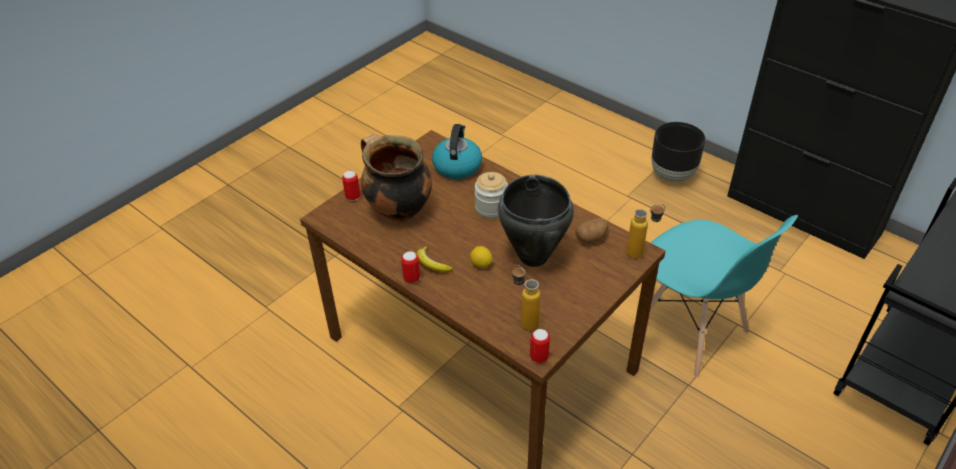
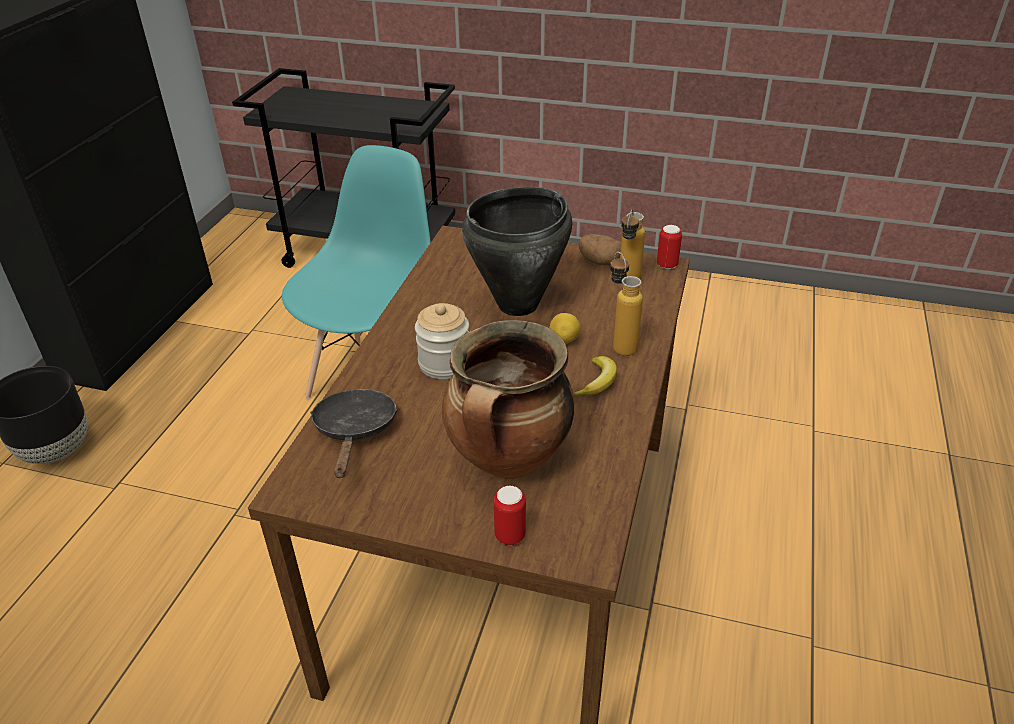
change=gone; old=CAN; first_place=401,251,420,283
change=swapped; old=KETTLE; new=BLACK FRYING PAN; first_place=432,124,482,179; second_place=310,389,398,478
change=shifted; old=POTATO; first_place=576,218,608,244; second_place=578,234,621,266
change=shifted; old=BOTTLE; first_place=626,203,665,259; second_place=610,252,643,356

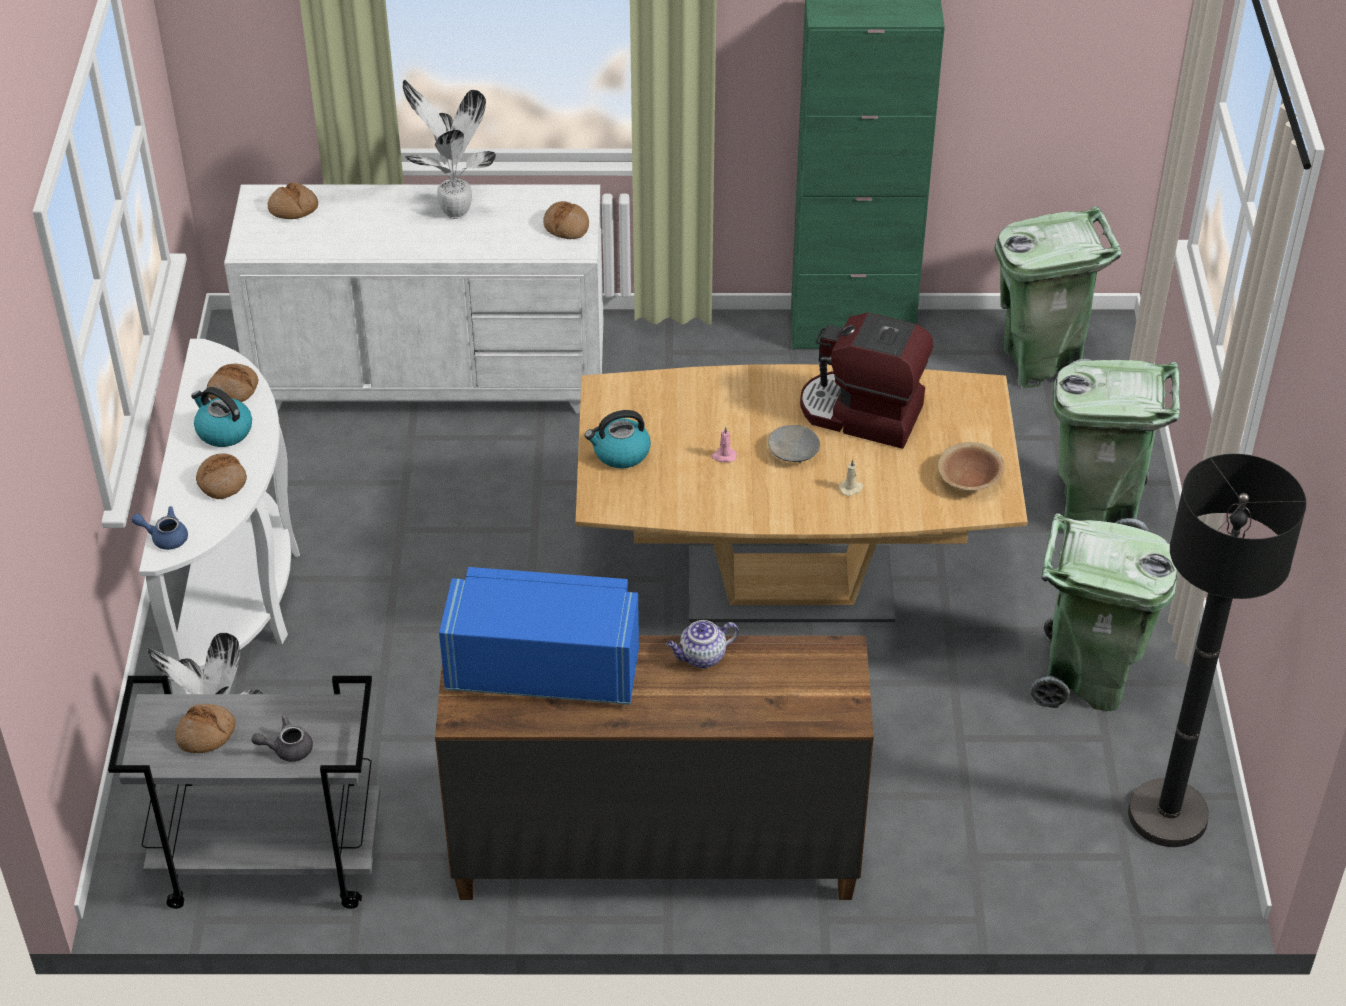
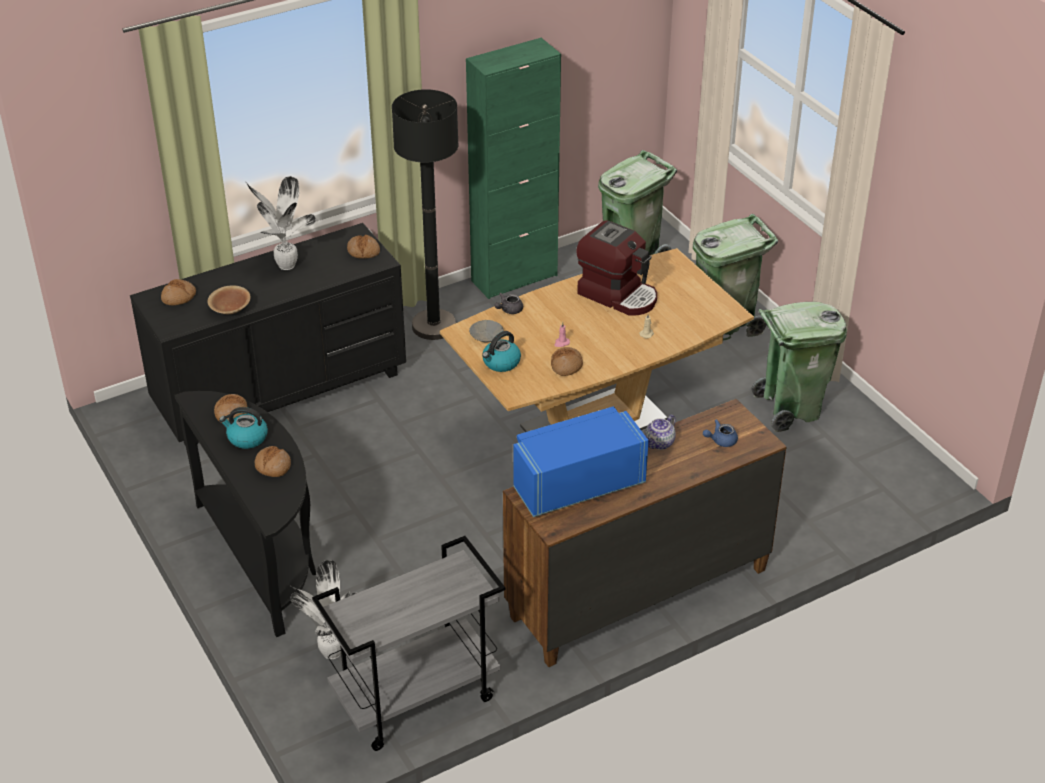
change=shifted; old=BLUE TEAPOT; first_place=131,506,188,550; second_place=703,419,738,447
change=repainted; old=WHITE CONSOLE TABLE; new=BLACK CONSOLE TABLE; first_place=139,339,300,694; second_place=174,391,317,637
change=shifted; old=BREAD; first_place=175,704,236,753; second_place=551,347,583,376
change=repainted; old=WHITE DRESSER; new=BLACK DRESSER; first_place=224,184,604,413; second_place=130,223,406,446
change=shifted; old=GREY TEAPOT; first_place=251,715,313,762; second_place=494,293,523,314
change=shifted; old=GREY BOWL; first_place=768,425,820,463; second_place=469,320,504,342
change=rotated; old=COFFEE MACHINE; first_place=800,312,933,449; second_place=576,221,657,316; degrees=-135
change=shifted; old=BROWN BOWL; first_place=937,442,1005,491; second_place=207,285,251,314
change=shifted; old=BLACK FLOOR LAMP; first_place=1128,454,1306,847; second_place=392,89,459,340

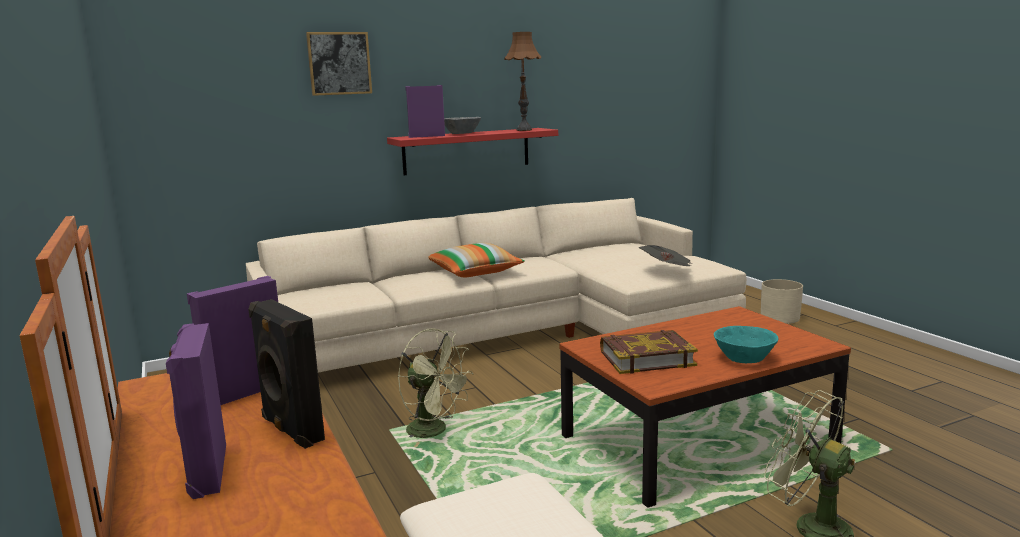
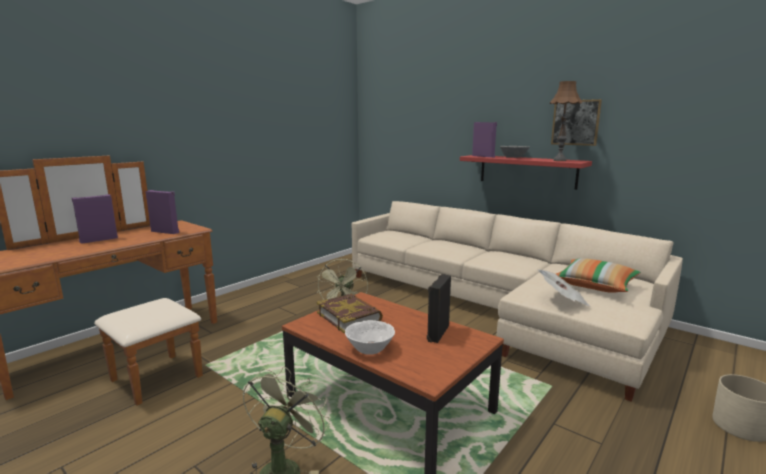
change=shifted; old=BLACK SPEAKER; first_place=248,299,325,449; second_place=427,274,451,343
change=shifted; old=PICTURE; first_place=306,32,372,96; second_place=551,99,602,146
change=shifted; old=PILLOW; first_place=428,243,525,278; second_place=556,258,641,293
change=repainted; old=TURQUOISE BOWL; new=WHITE BOWL; first_place=714,326,778,363; second_place=345,320,395,355

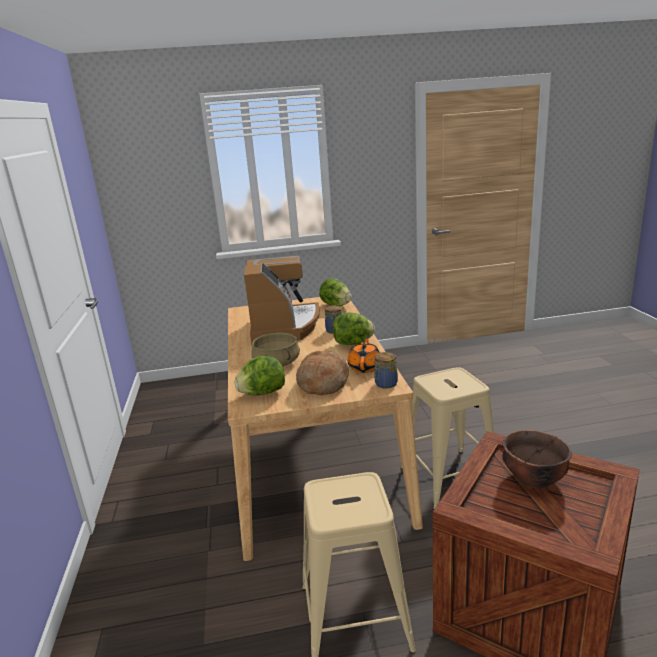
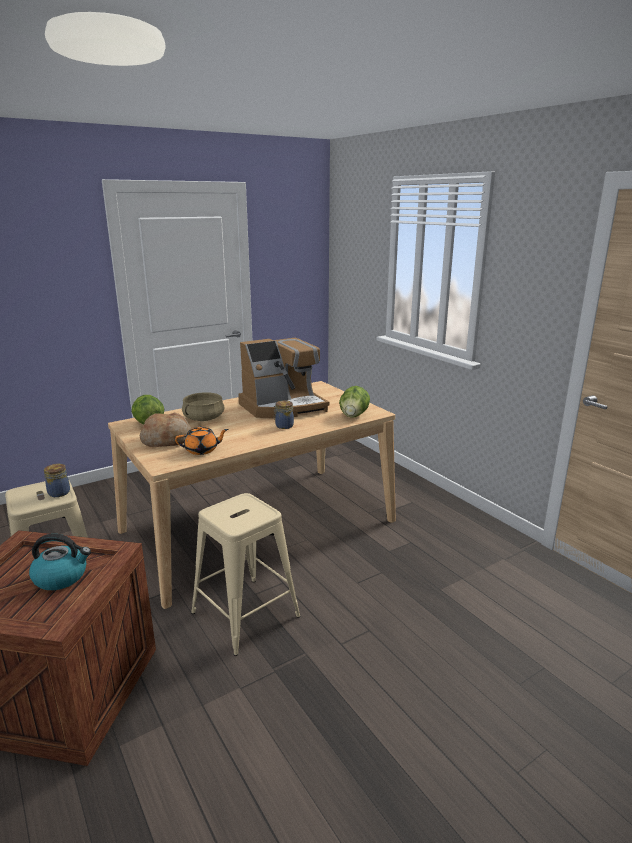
change=gone; old=LETTUCE; first_place=333,312,375,345
change=shifted; old=JAR; first_place=374,352,398,389; second_place=44,464,70,497
change=swapped; old=BROWN BOWL; new=KETTLE; first_place=502,430,572,489; second_place=29,534,91,590

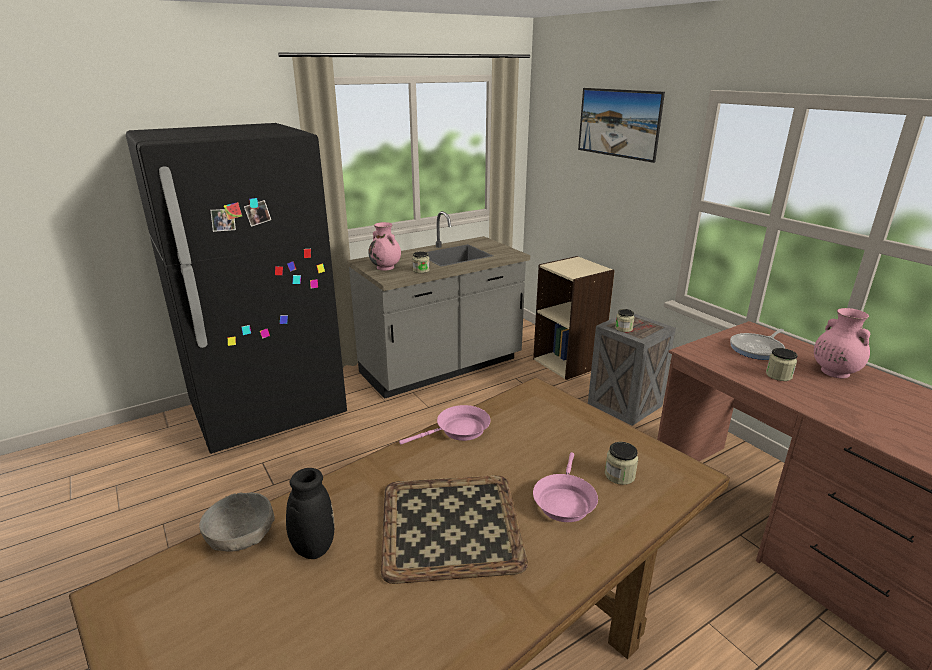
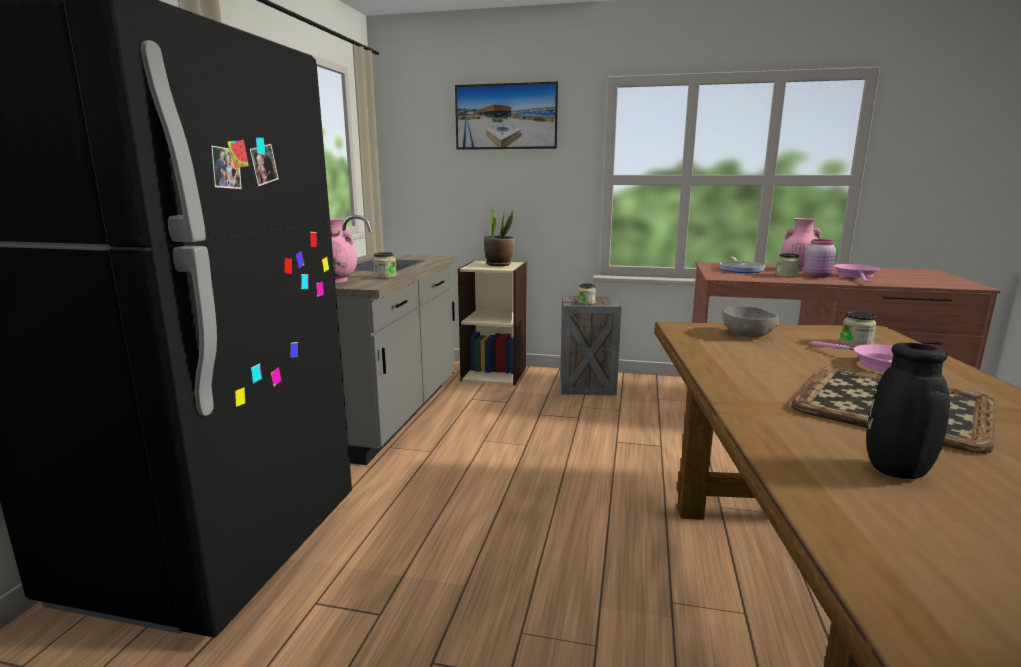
change=shifted; old=GREY BOWL; first_place=199,492,275,552; second_place=722,306,778,337
change=shifted; old=PINK FRYING PAN; first_place=399,405,491,445; second_place=834,264,880,283
change=new; new=POTTED PLANT; second_place=484,207,515,266
change=new; new=PINK JAR; second_place=803,239,836,278

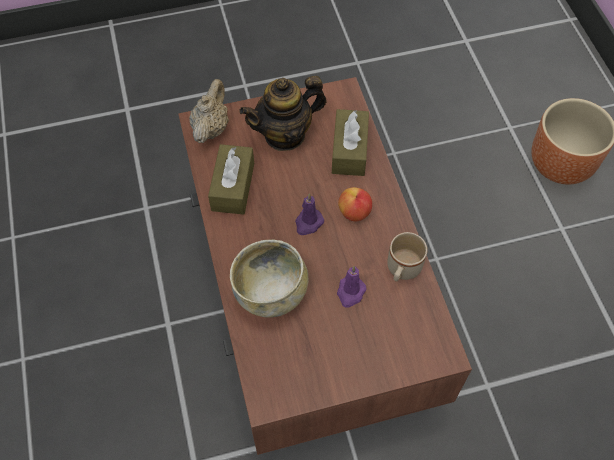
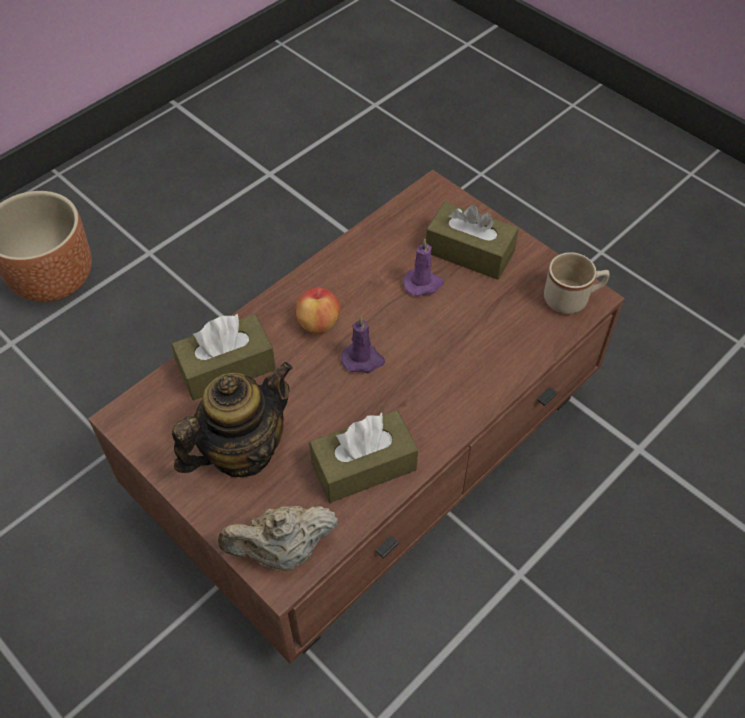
change=gone; old=BEIGE BOWL; first_place=230,240,308,318
change=rotated; old=TEAPOT; first_place=239,76,327,151; second_place=172,362,293,477; degrees=-75
change=shifted; old=BEIGE MUG; first_place=387,232,428,281; second_place=544,252,610,314
change=new; new=BROWN TISSUE BOX; second_place=426,202,519,280

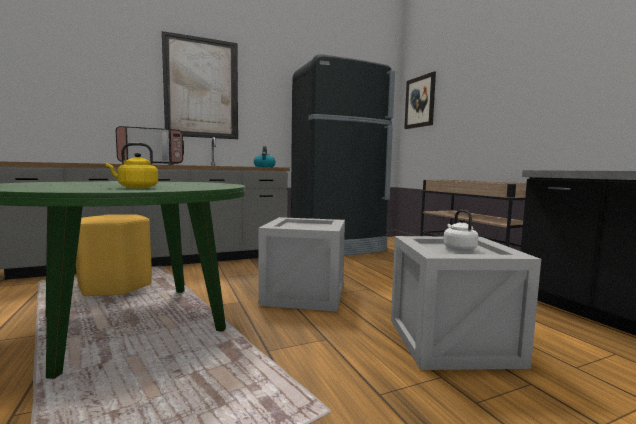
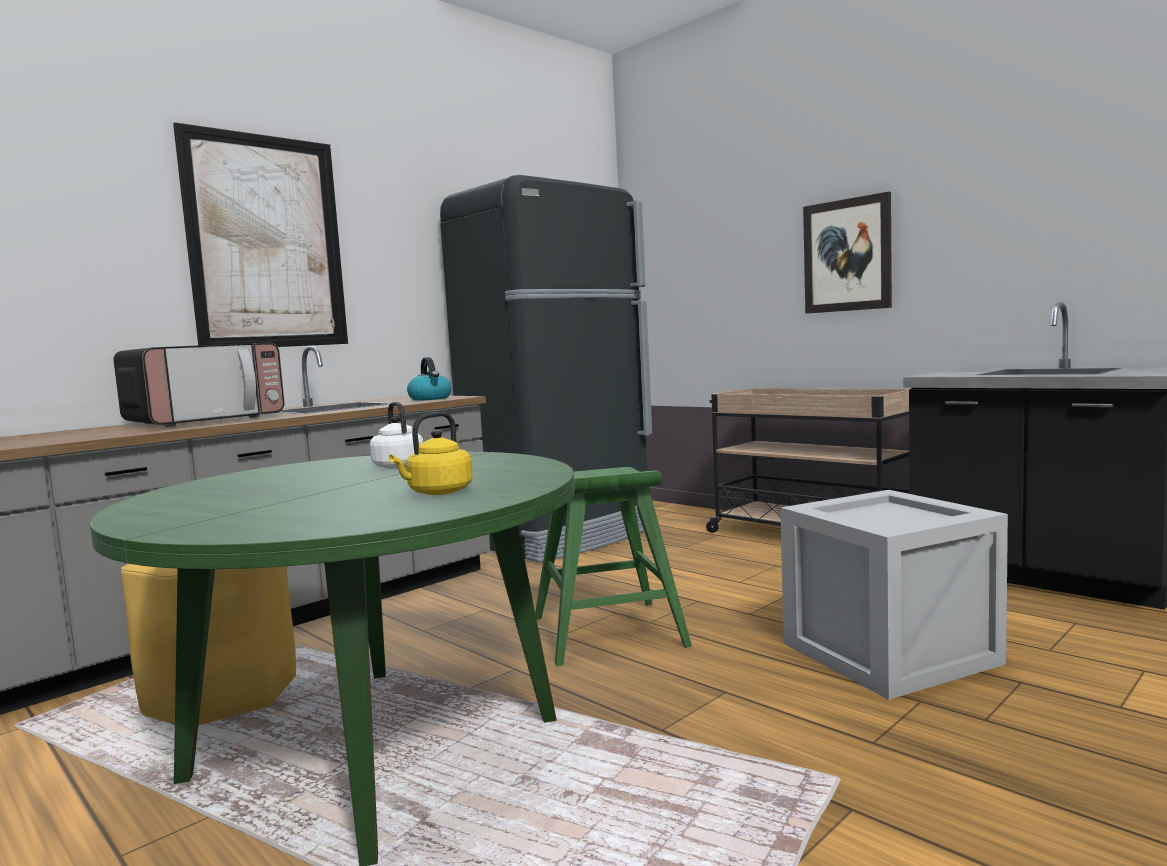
change=swapped; old=CRATE; new=GREEN STOOL; first_place=258,217,345,312; second_place=535,467,692,666
change=shifted; old=PICTURE; first_place=404,71,436,129; second_place=803,192,892,314
change=shifted; old=WHITE KETTLE; first_place=443,210,478,251; second_place=370,402,423,469

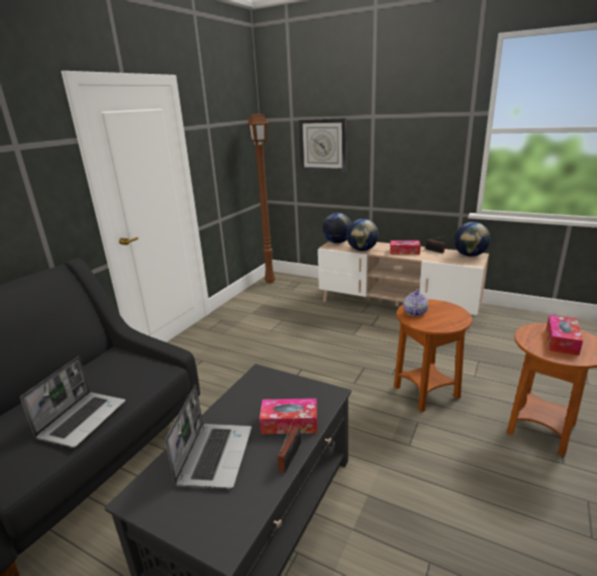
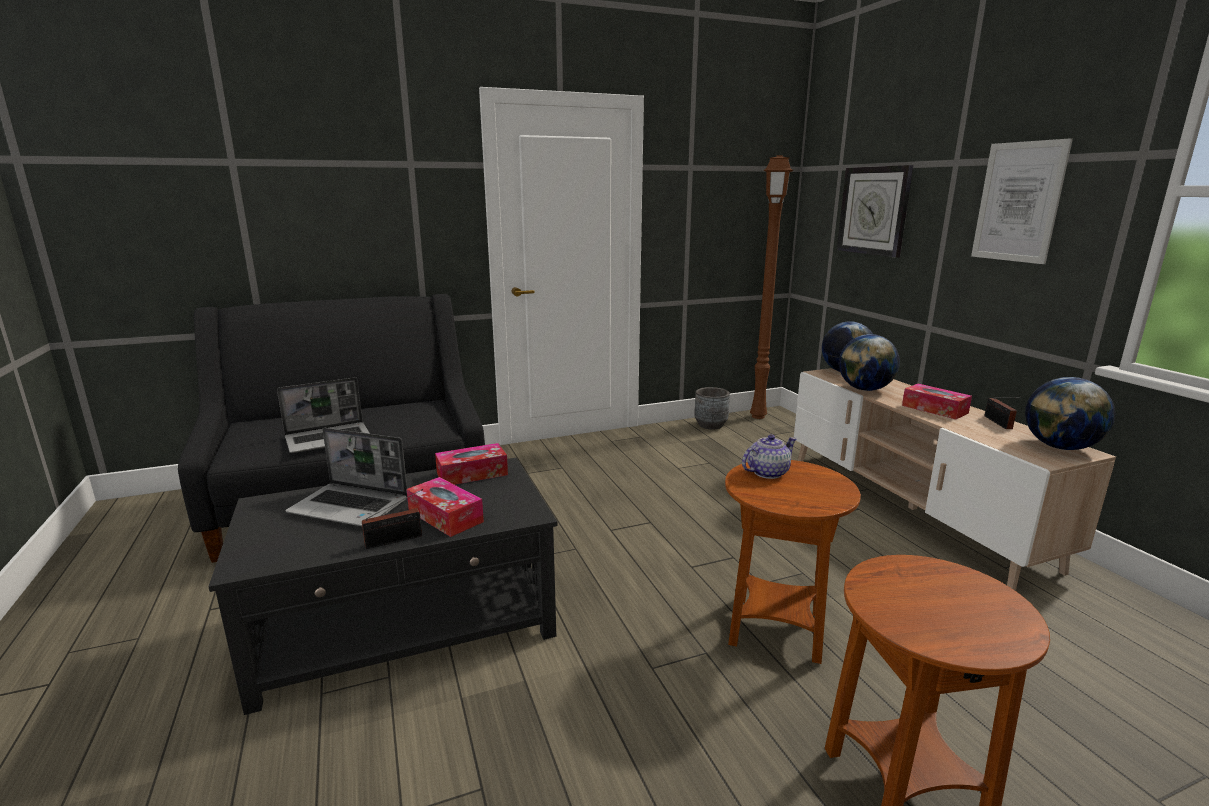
change=rotated; old=LAPTOP; first_place=165,385,252,489; second_place=285,428,407,526; degrees=60
change=shifted; old=TISSUE BOX; first_place=546,315,583,356; second_place=435,443,508,485
change=new; new=GREY PLANTER; second_place=694,387,730,430
change=new; new=PICTURE; second_place=971,138,1073,264

